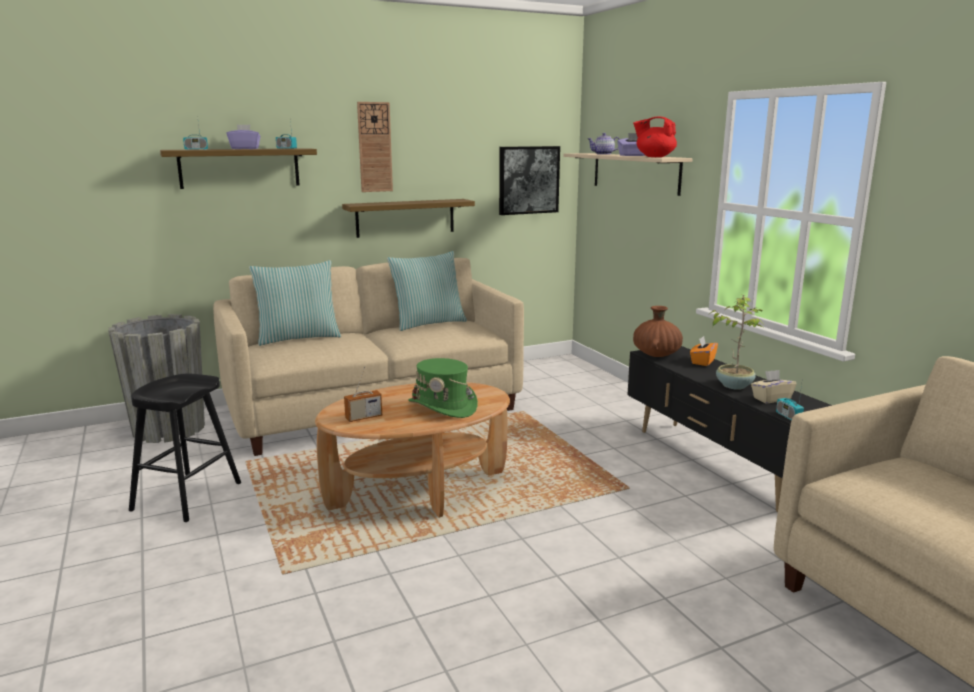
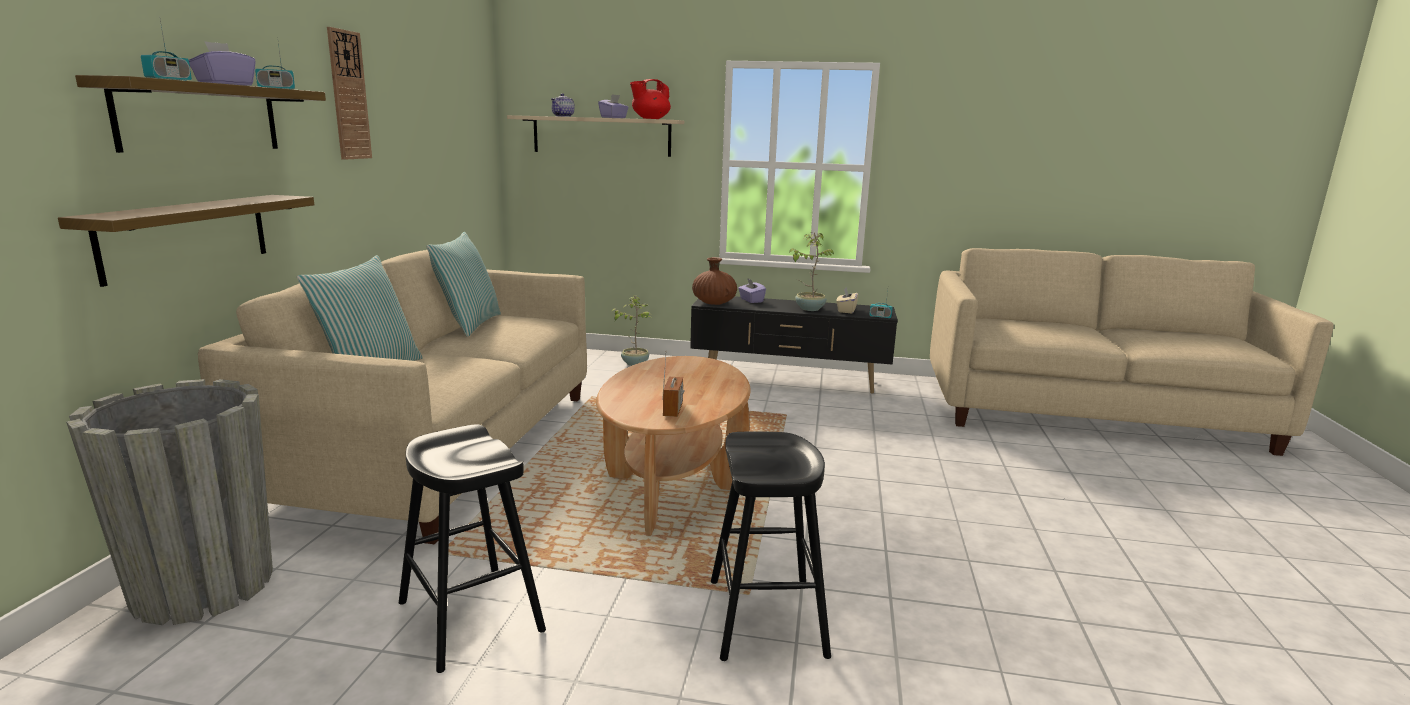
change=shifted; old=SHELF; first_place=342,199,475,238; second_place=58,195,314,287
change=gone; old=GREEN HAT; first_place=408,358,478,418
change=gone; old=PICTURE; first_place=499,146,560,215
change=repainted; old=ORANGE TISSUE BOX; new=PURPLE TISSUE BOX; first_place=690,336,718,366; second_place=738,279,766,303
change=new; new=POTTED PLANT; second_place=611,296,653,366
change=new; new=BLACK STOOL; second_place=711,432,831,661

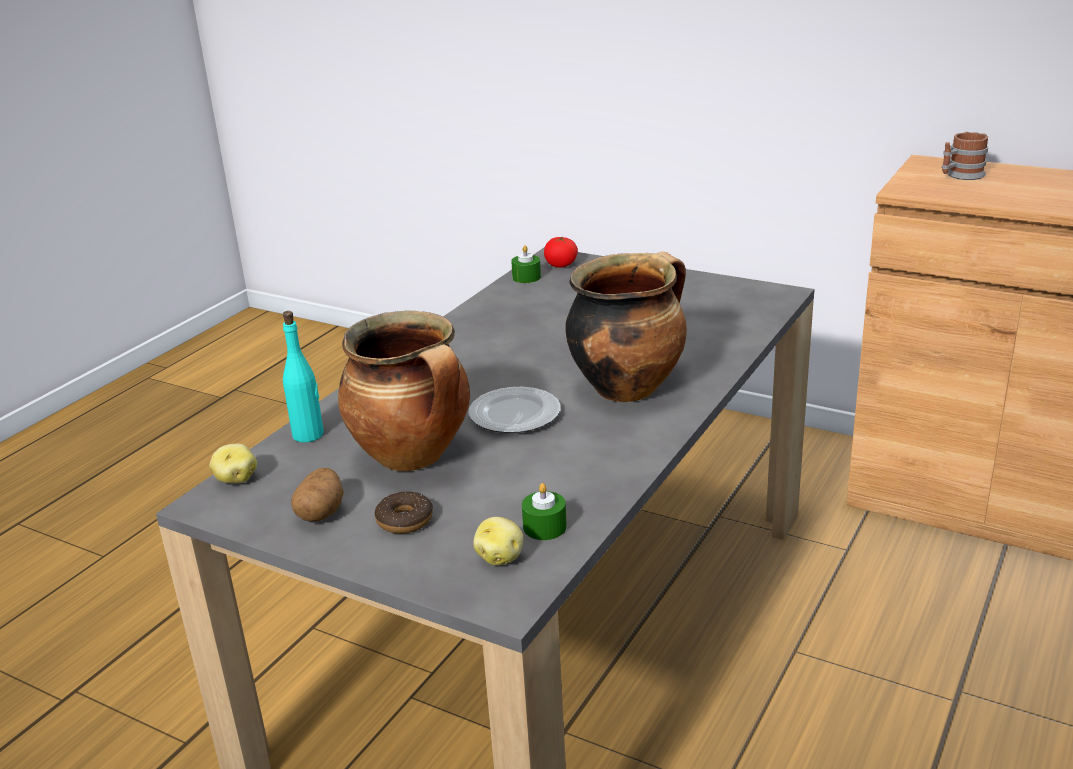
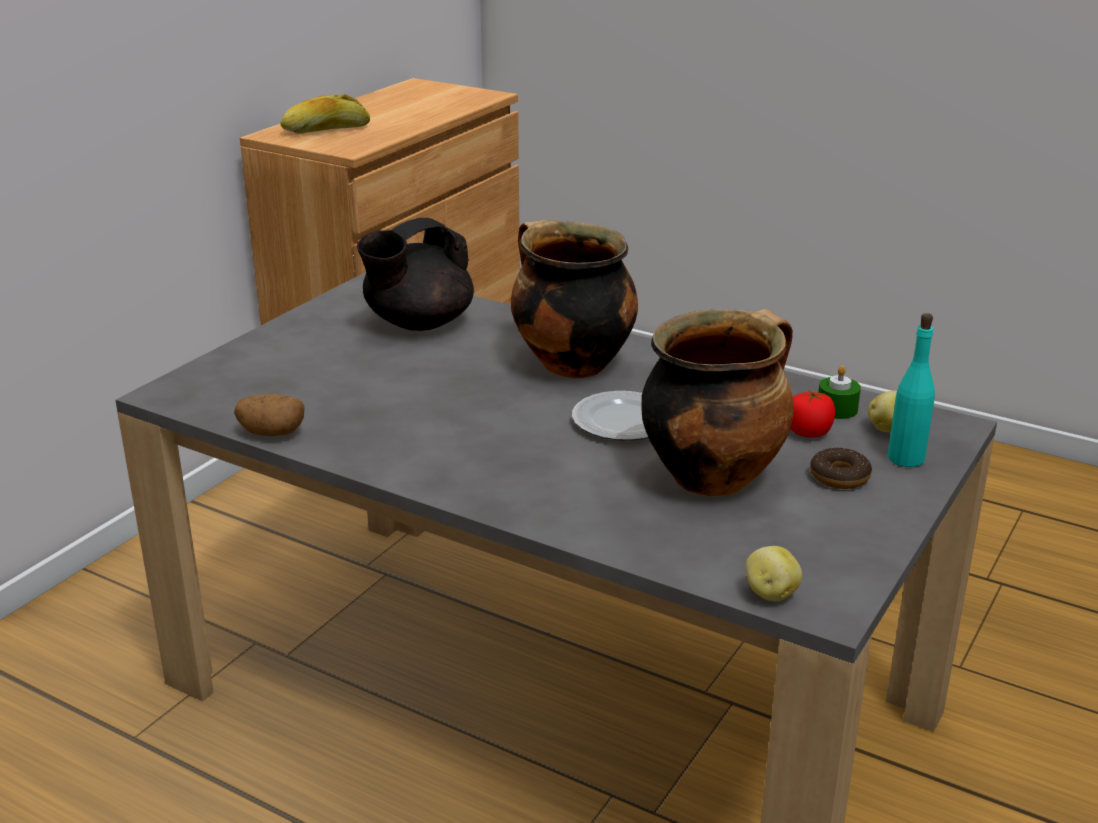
change=shifted; old=TURQUOISE BOTTLE; first_place=283,311,324,442; second_place=888,313,935,467
change=shifted; old=POTATO; first_place=291,468,344,522; second_place=234,394,305,436
change=gone; old=GREEN CANDLE; first_place=511,245,541,283
change=shifted; old=TOMATO; first_place=544,237,578,268; second_place=790,391,835,438
change=swapped; old=MUG; new=BREAD; first_place=942,132,988,180; second_place=280,94,370,134
change=new; new=BLACK TEAPOT; second_place=357,218,474,331

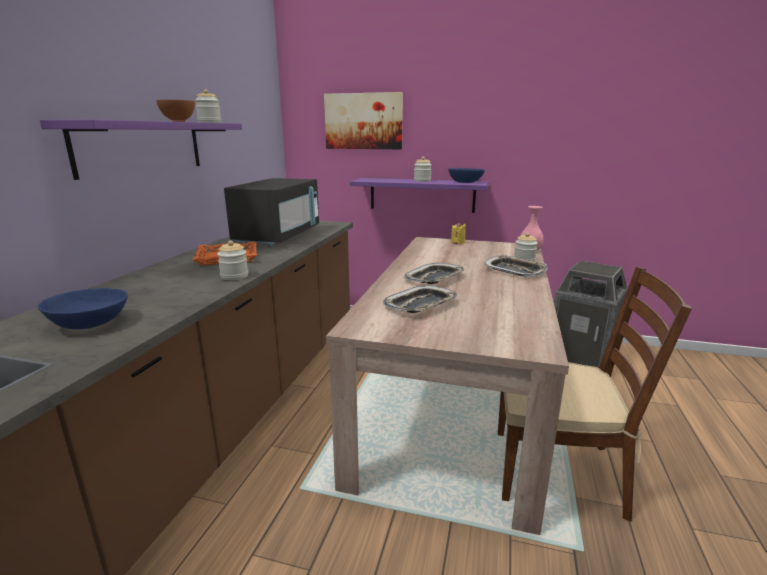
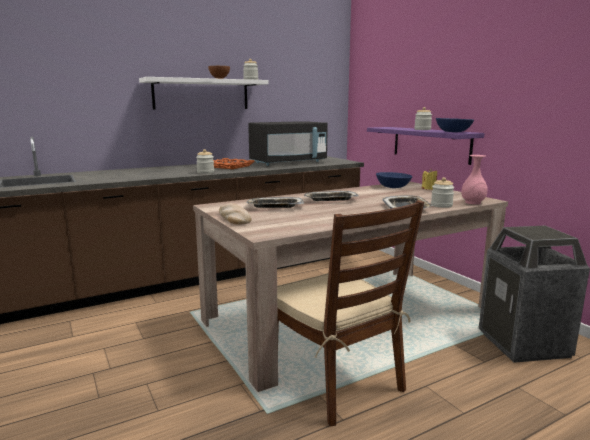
change=shifted; old=BLUE BOWL; first_place=38,288,128,329; second_place=376,172,412,188
change=repainted; old=PURPLE SHELF; new=WHITE SHELF; first_place=40,119,242,180; second_place=139,77,269,109
change=gone; old=PICTURE; first_place=324,92,403,149
change=new; new=BREAD; second_place=219,203,251,225

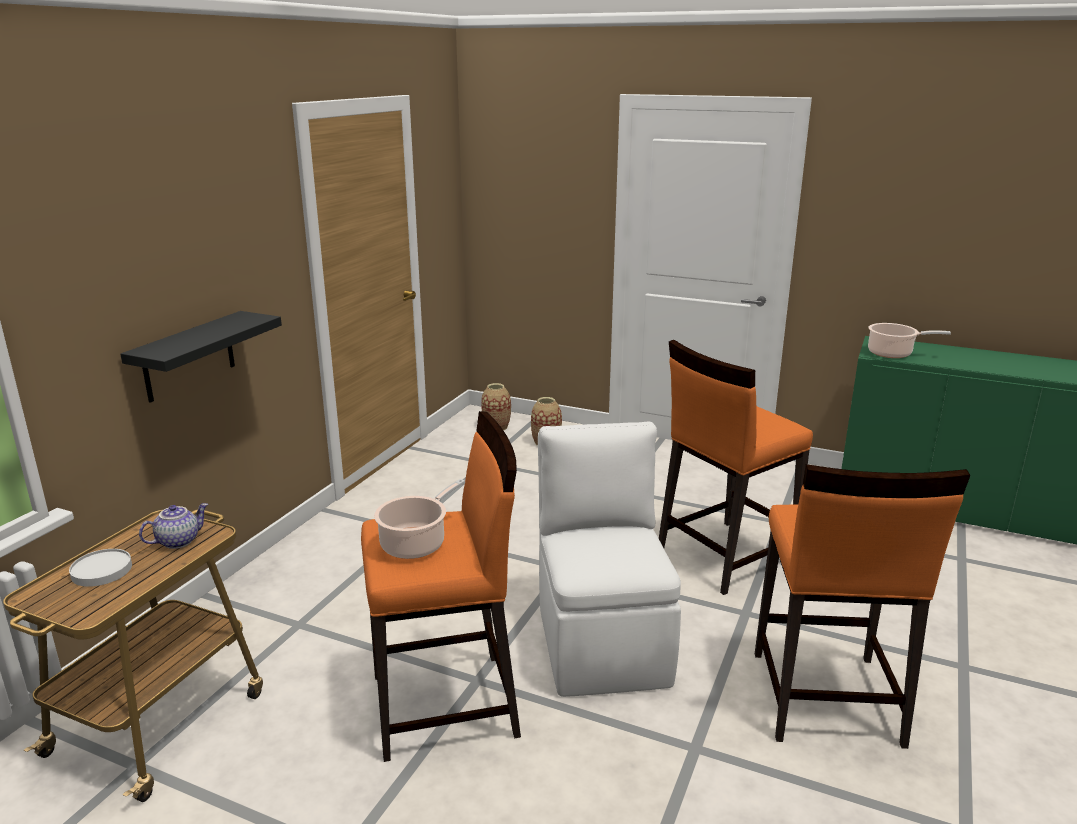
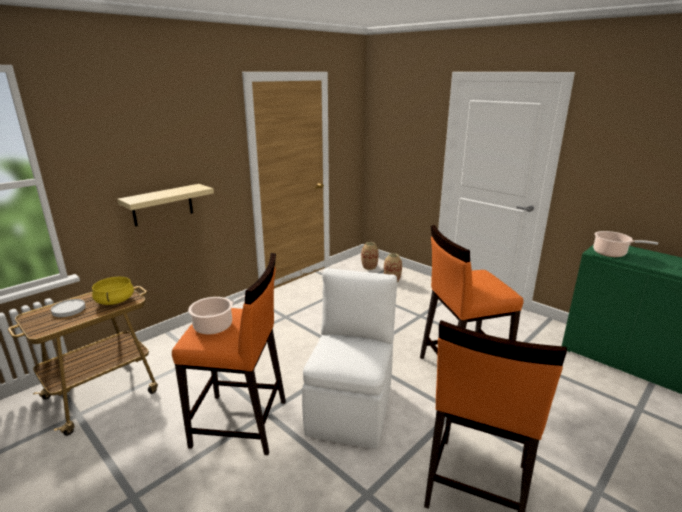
change=repainted; old=BLACK SHELF; new=BEIGE SHELF; first_place=120,311,282,403; second_place=117,184,214,227
change=swapped; old=TEAPOT; new=YELLOW COOKING POT; first_place=139,503,208,549; second_place=92,277,134,305

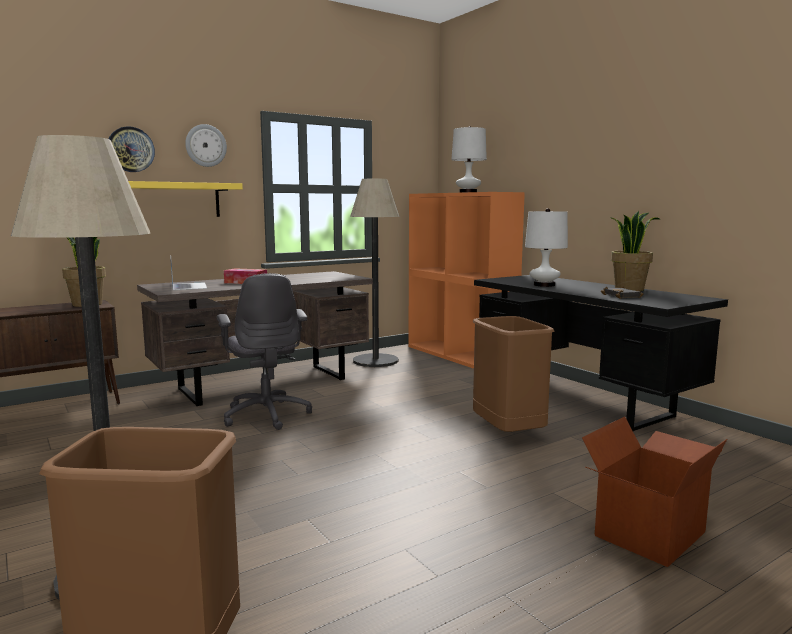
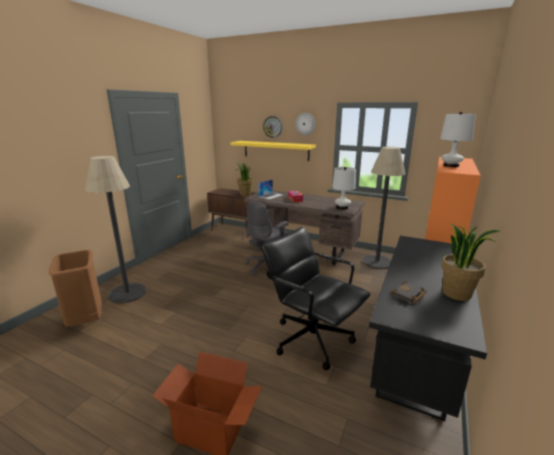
change=swapped; old=BROWN TRASH CAN; new=BLACK OFFICE CHAIR; first_place=473,316,555,432; second_place=262,227,371,370
change=shifted; old=WHITE TABLE LAMP; first_place=525,208,568,287; second_place=332,167,356,210

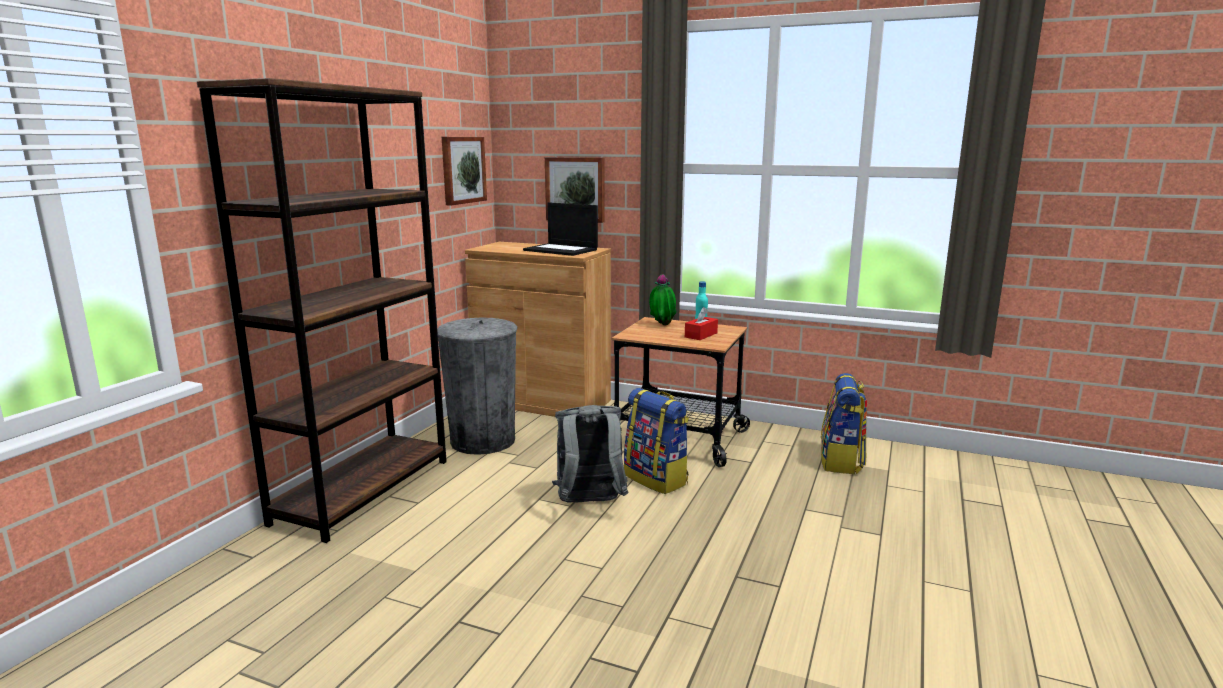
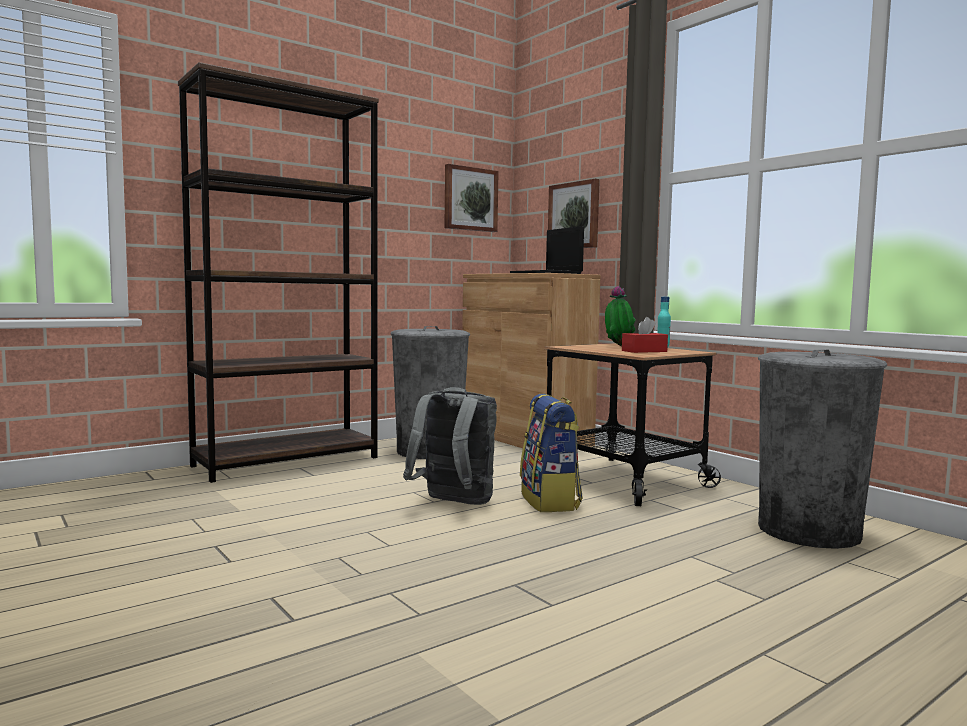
change=swapped; old=BACKPACK; new=GREY TRASH CAN; first_place=821,373,867,474; second_place=758,349,887,549

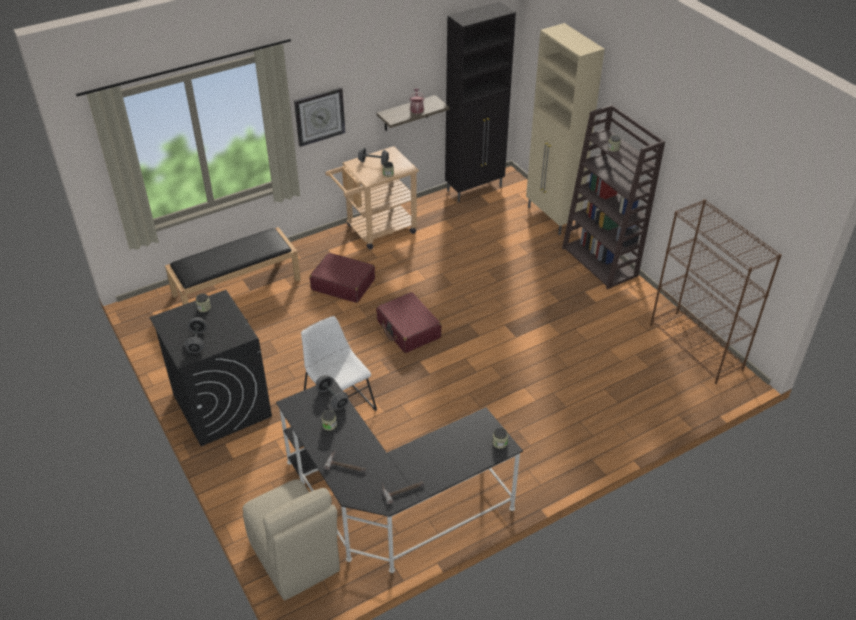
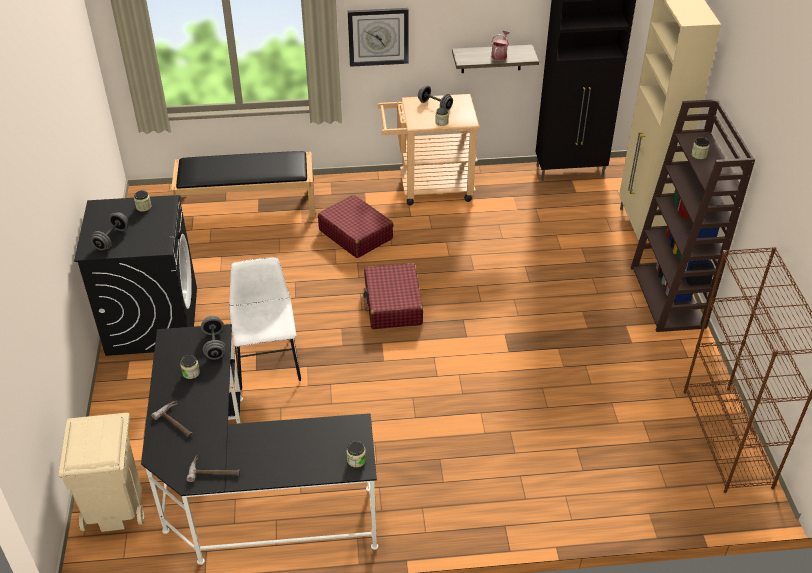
change=swapped; old=BEIGE CHAIR; new=BEIGE TRASH CAN; first_place=243,479,340,600; second_place=58,413,144,532

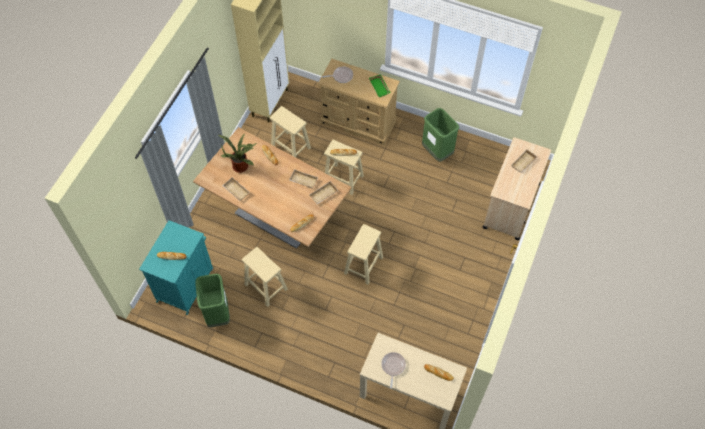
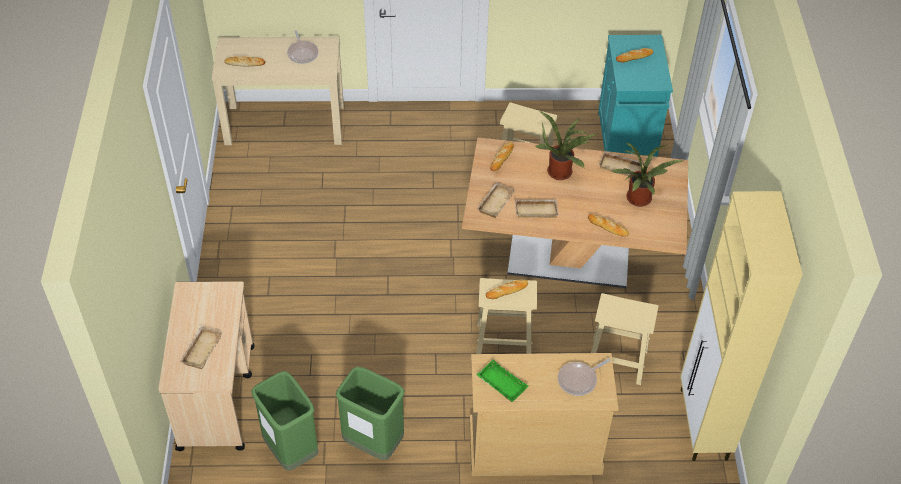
change=shifted; old=GREEN TRASH CAN; first_place=195,274,230,327; second_place=251,371,318,471
change=gone; old=BEIGE STOOL; first_place=344,224,383,284
change=new; new=POTTED PLANT; second_place=536,111,598,180

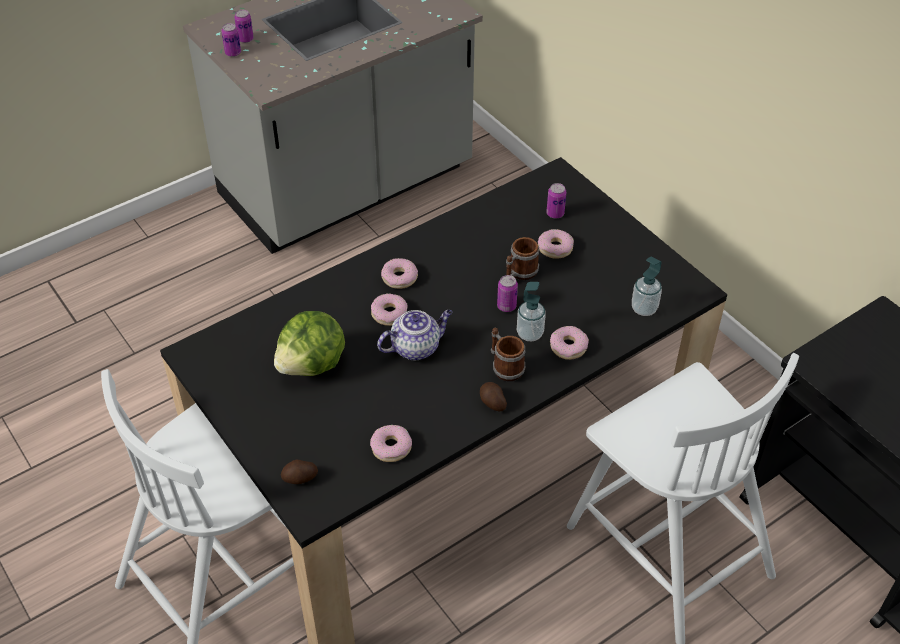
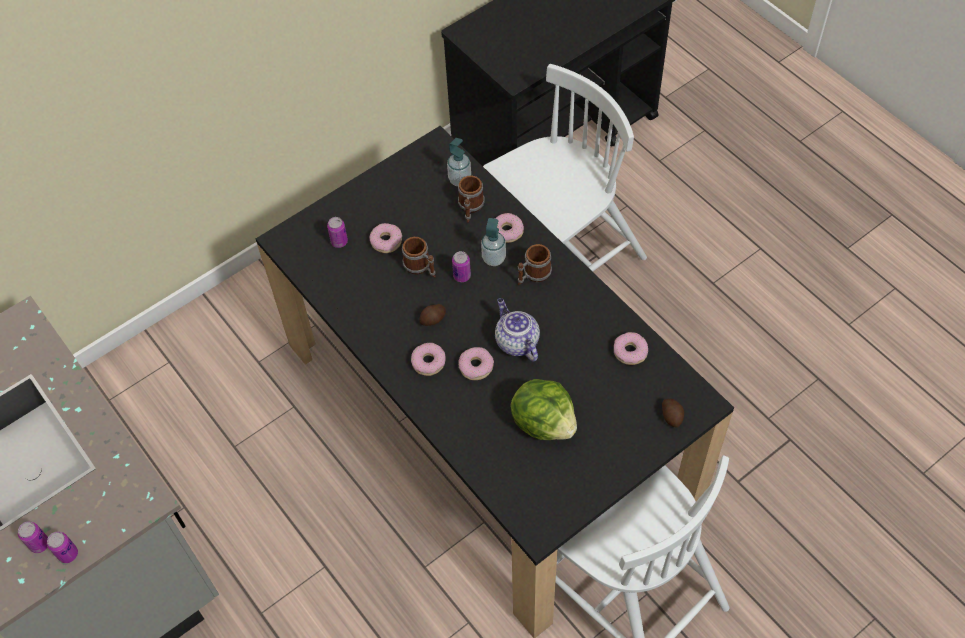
change=shifted; old=POTATO; first_place=480,382,507,411; second_place=419,304,446,326
change=new; new=MUG; second_place=458,176,485,223

